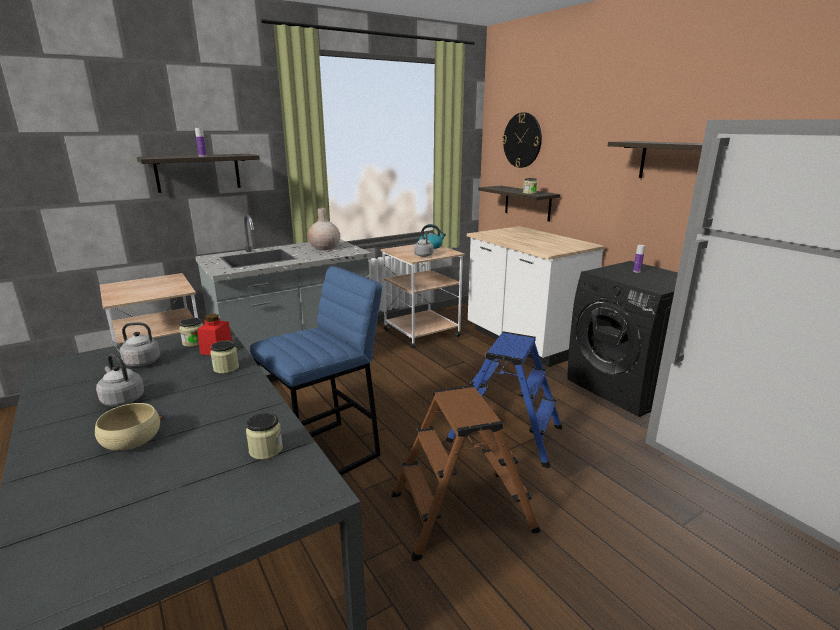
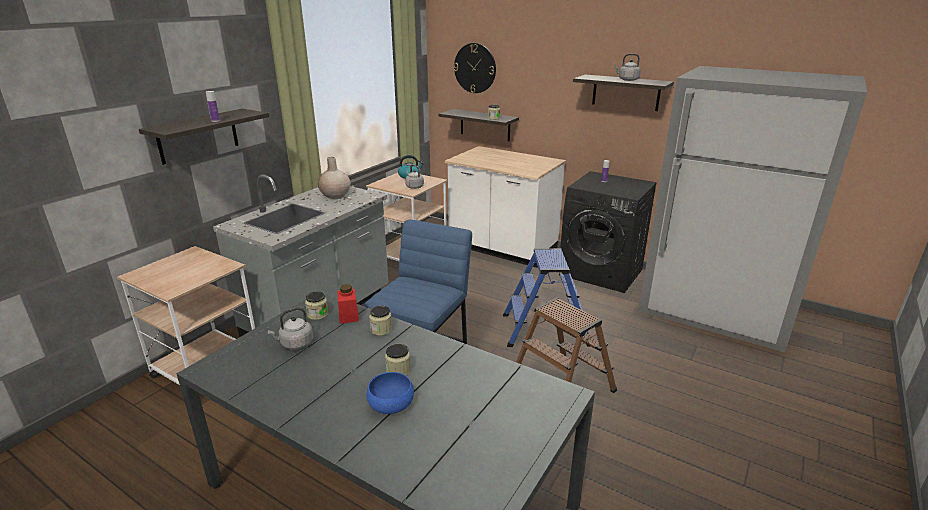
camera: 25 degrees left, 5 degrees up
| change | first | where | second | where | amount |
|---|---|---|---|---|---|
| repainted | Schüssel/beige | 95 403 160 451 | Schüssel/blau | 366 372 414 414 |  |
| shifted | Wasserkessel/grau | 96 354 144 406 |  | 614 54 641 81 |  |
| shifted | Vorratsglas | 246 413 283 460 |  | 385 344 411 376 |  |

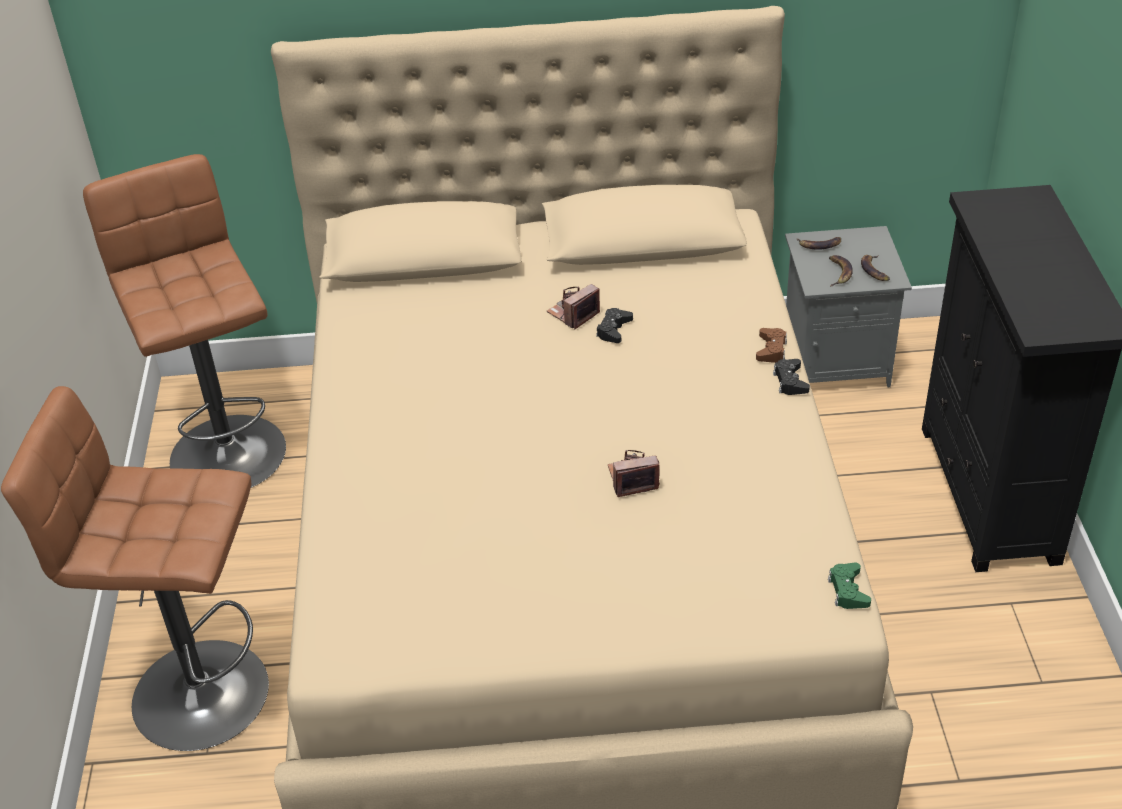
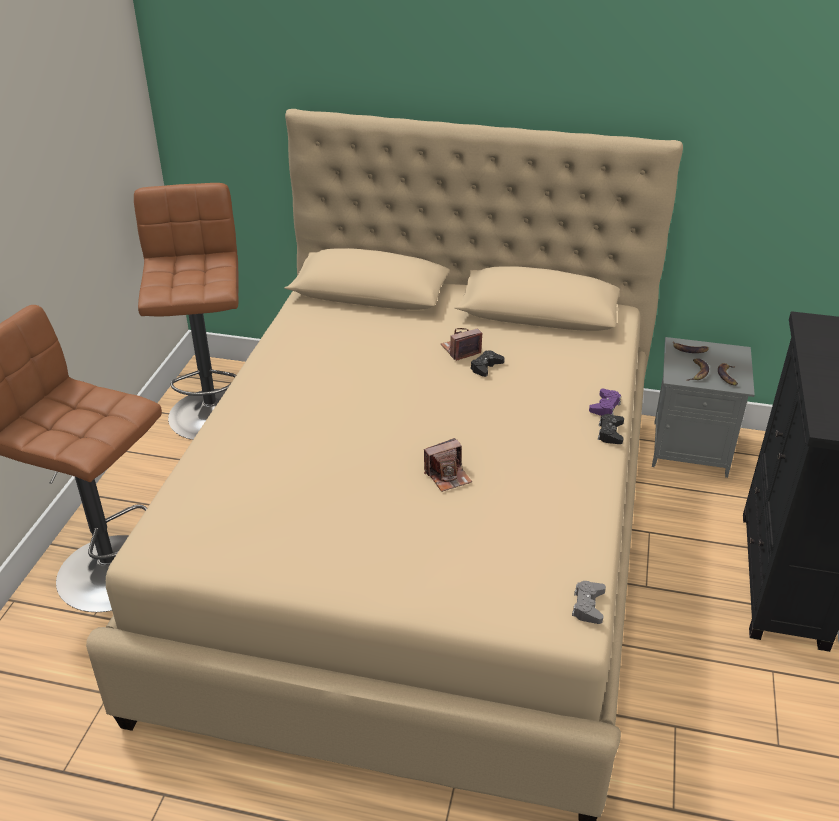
camera: 15 degrees right, 5 degrees down
| change | first | where | second | where | amount |
|---|---|---|---|---|---|
| rotated | Kamera | 608 450 660 497 |  | 424 438 472 492 | 150 degrees clockwise |
| repainted | Gamepad/braun | 756 328 787 363 | Gamepad/lila | 589 389 621 416 |  |
| repainted | Gamepad/grün | 828 563 871 609 | Gamepad/grau | 572 581 606 624 |  |

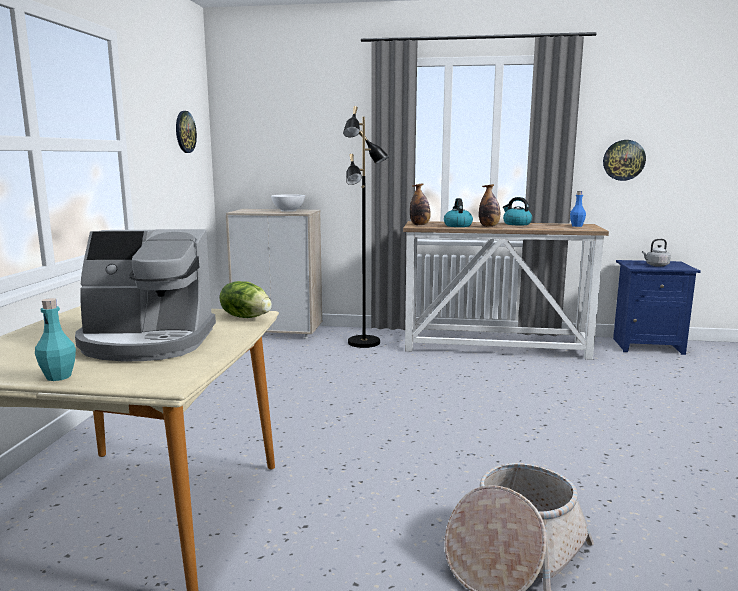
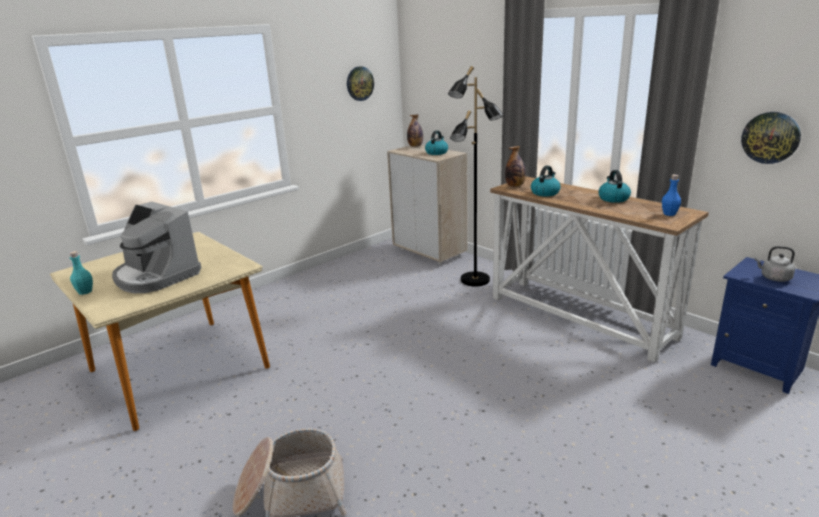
camera: 40 degrees right, 10 degrees up
| change | first | where | second | where | amount |
|---|---|---|---|---|---|
| gone | Salatkopf | 219 281 272 318 |  |  |  |
| swapped | Schüssel/weiß | 271 194 305 212 | Wasserkessel | 425 130 448 155 |  |
| shifted | Flasche | 479 184 500 227 |  | 407 114 423 147 |  |

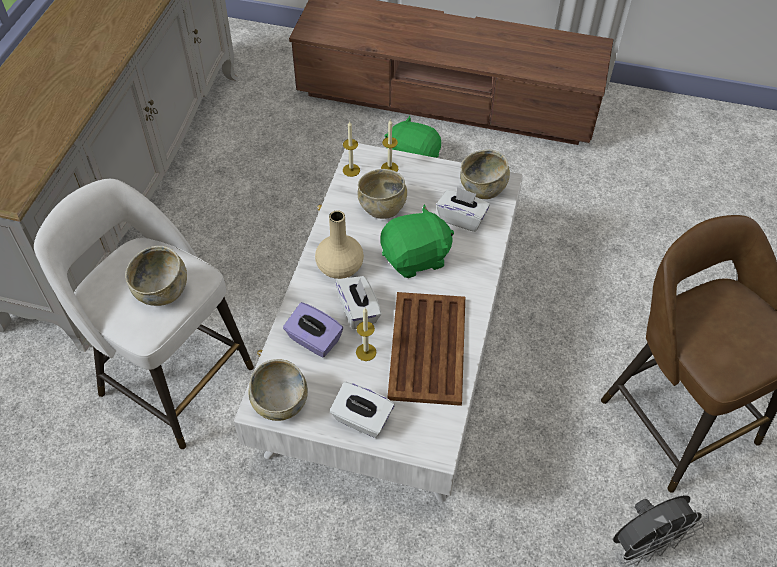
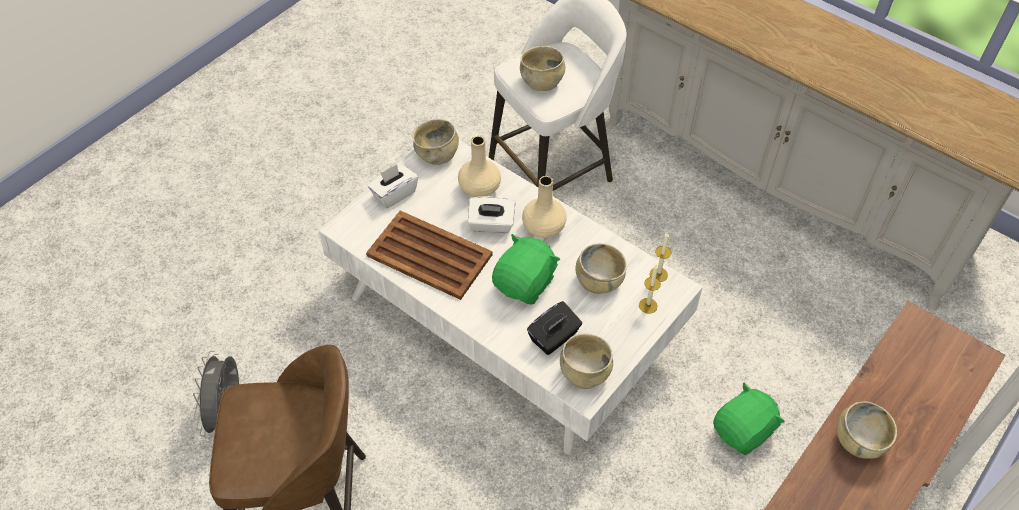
camera: 115 degrees right, 0 degrees up
| change | first | where | second | where | amount |
|---|---|---|---|---|---|
| swapped | Taschentuchbox/lila | 283 302 343 358 | Vase/beige | 458 136 501 197 |  |
| gone | Kerze | 356 308 377 361 |  |  |  |
| rotated | Plüschtier/grün | 380 204 454 278 |  | 492 234 560 305 | 150 degrees counterclockwise |
| repainted | Taschentuchbox/weiß | 436 187 490 232 | Taschentuchbox/schwarz | 527 301 582 355 |  |
| new |  |  | Schüssel/beige | 836 401 897 459 |  |

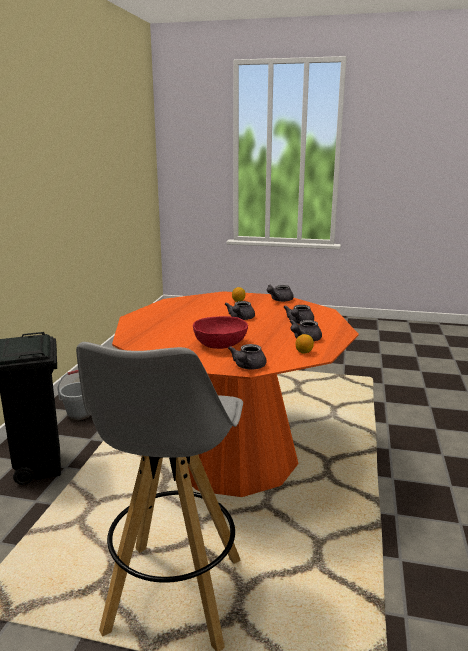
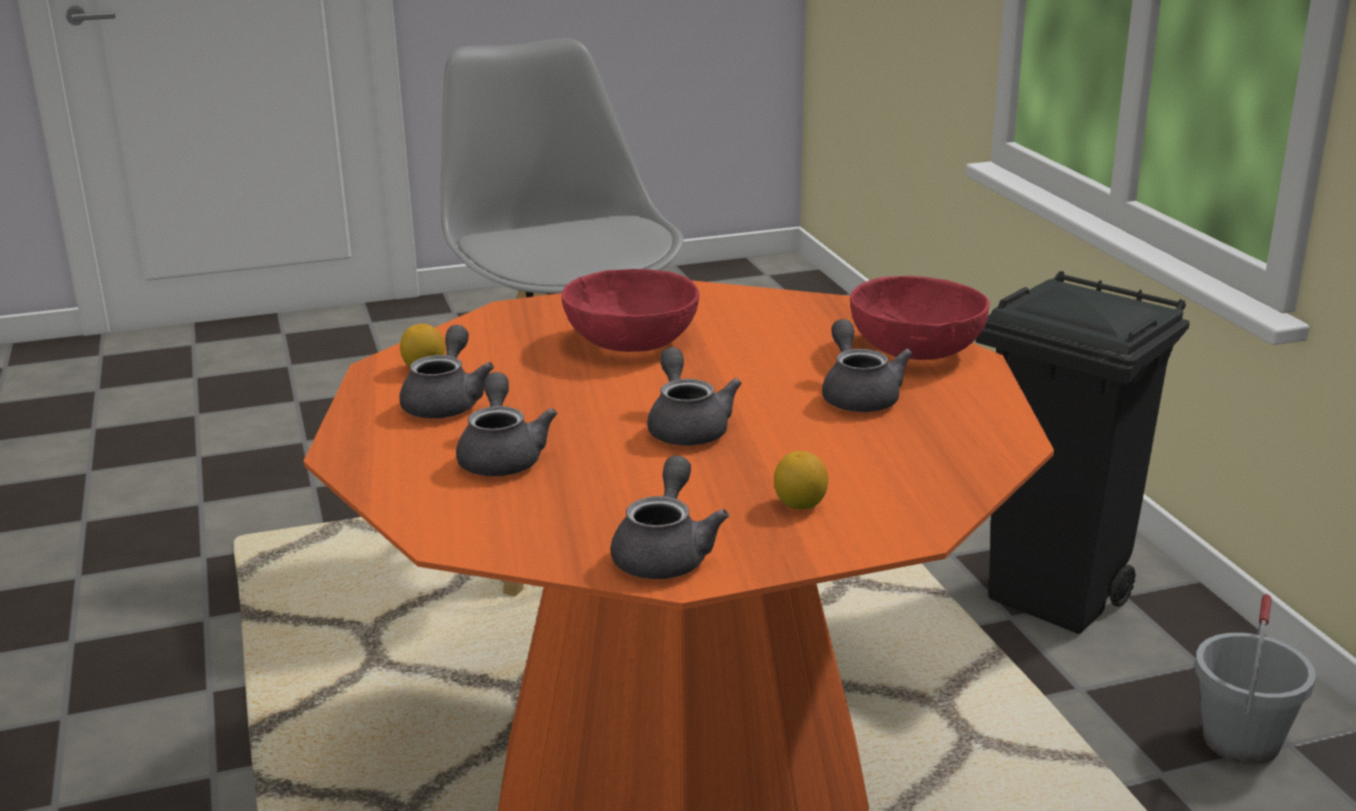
camera: 150 degrees right, 5 degrees up
| change | first | where | second | where | amount |
|---|---|---|---|---|---|
| shifted | Teekanne/grau | 228 344 267 370 |  | 822 319 913 412 |  |
| new |  |  | Schüssel/rot | 850 276 990 360 |  |

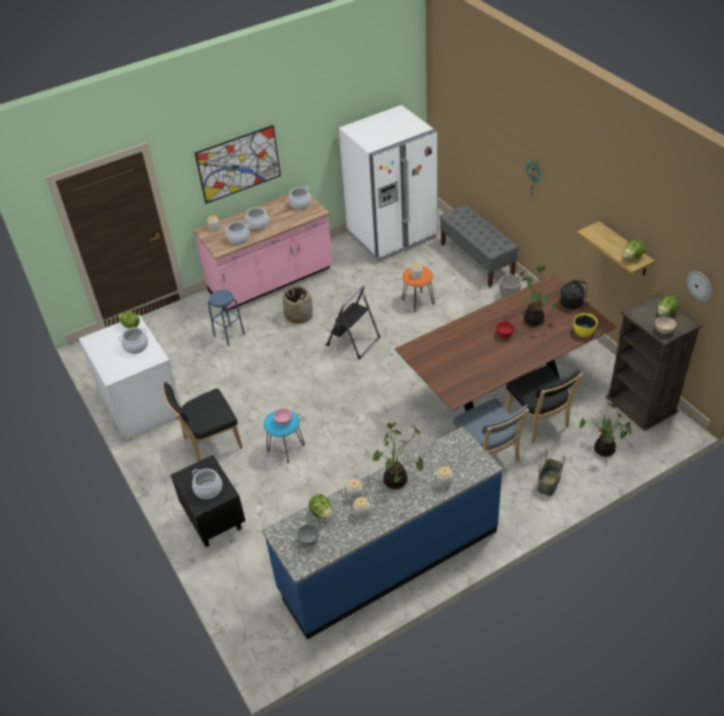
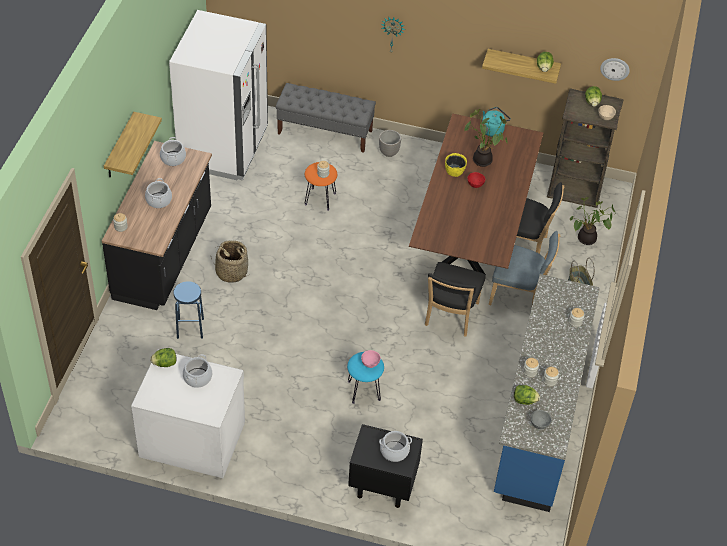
camera: 50 degrees left, 5 degrees up
| change | first | where | second | where | amount |
|---|---|---|---|---|---|
| shifted | Stuhl/schwarz | 162 382 243 462 |  | 425 262 486 336 |  |
| repainted | Küchenzeile/rosa | 193 194 333 312 | Küchenzeile/schwarz | 102 141 212 310 |  |
| swapped | Bild | 195 125 281 204 | Wandregal | 104 112 162 177 |  |
| gone | Kochtopf | 224 221 250 244 |  |  |  |
| gone | Trittleiter/schwarz | 326 286 381 360 |  |  |  |
| gone | Topfpflanze | 372 422 423 489 |  |  |  |
| repainted | Wasserkessel/schwarz | 559 280 587 309 | Wasserkessel/türkis | 482 107 511 137 |  |
| shifted | Schüssel/gelb | 573 313 598 337 |  | 445 153 467 177 |  |

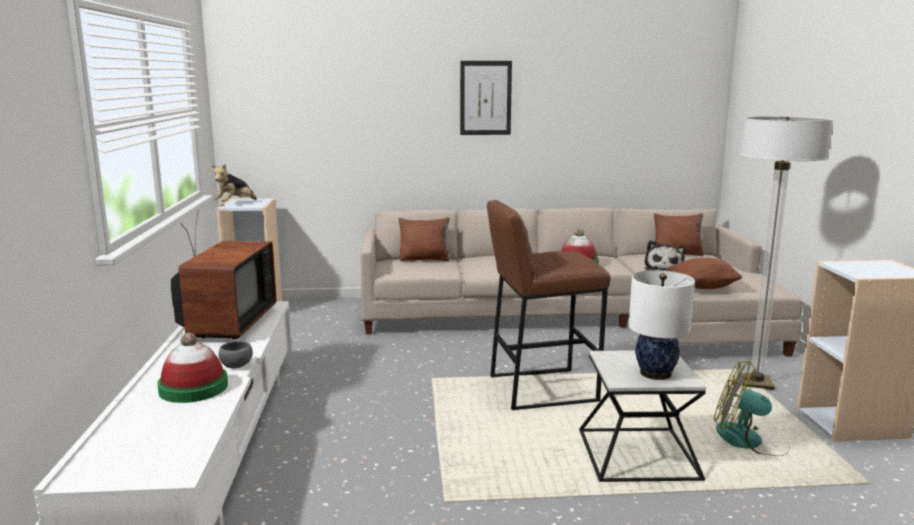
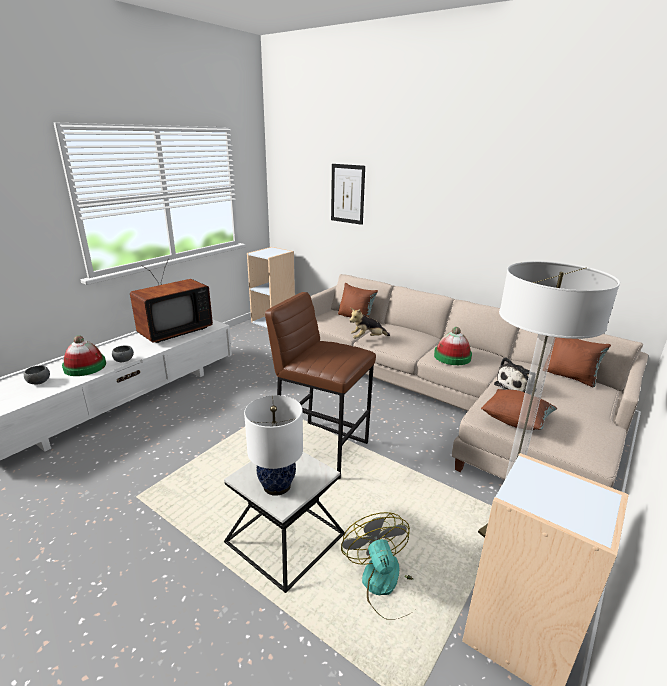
camera: 40 degrees right, 10 degrees up
| change | first | where | second | where | amount |
|---|---|---|---|---|---|
| shifted | Plüschtier | 212 163 257 202 |  | 349 308 390 339 |  |
| shifted | Bild | 460 61 512 135 |  | 331 164 365 225 |  |
| new |  |  | Schüssel/grau | 24 365 50 385 |  |

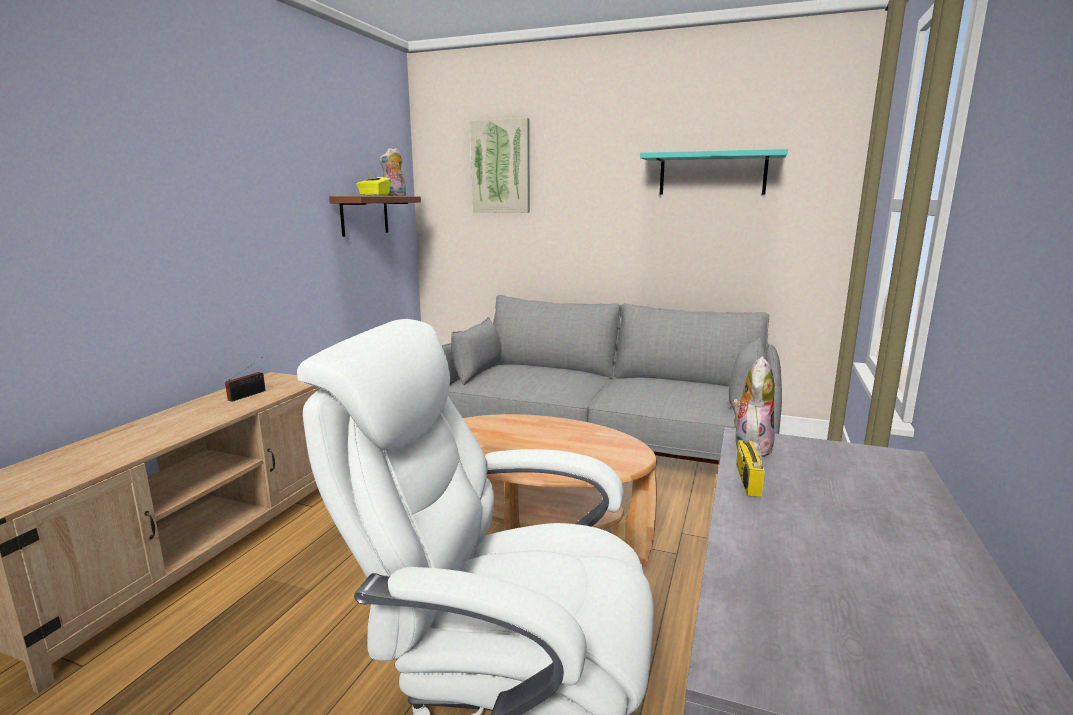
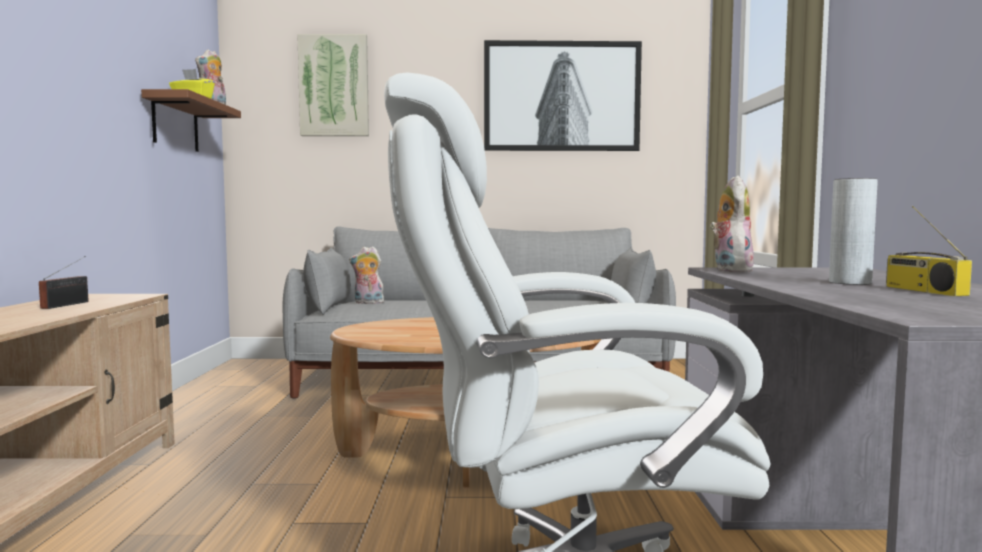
camera: 20 degrees left, 10 degrees down
| change | first | where | second | where | amount |
|---|---|---|---|---|---|
| swapped | Wandregal/türkis | 640 149 788 195 | Bild | 484 40 642 151 |  |
| shifted | Radio | 736 406 765 497 |  | 886 206 972 296 |  |
| new |  |  | Plüschtier | 349 246 384 304 |  |
| new |  |  | Vase/grau | 829 178 878 285 |  |

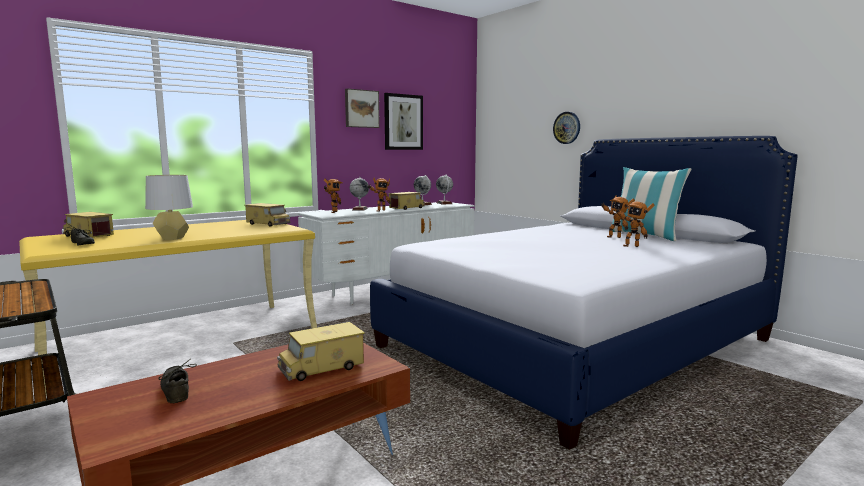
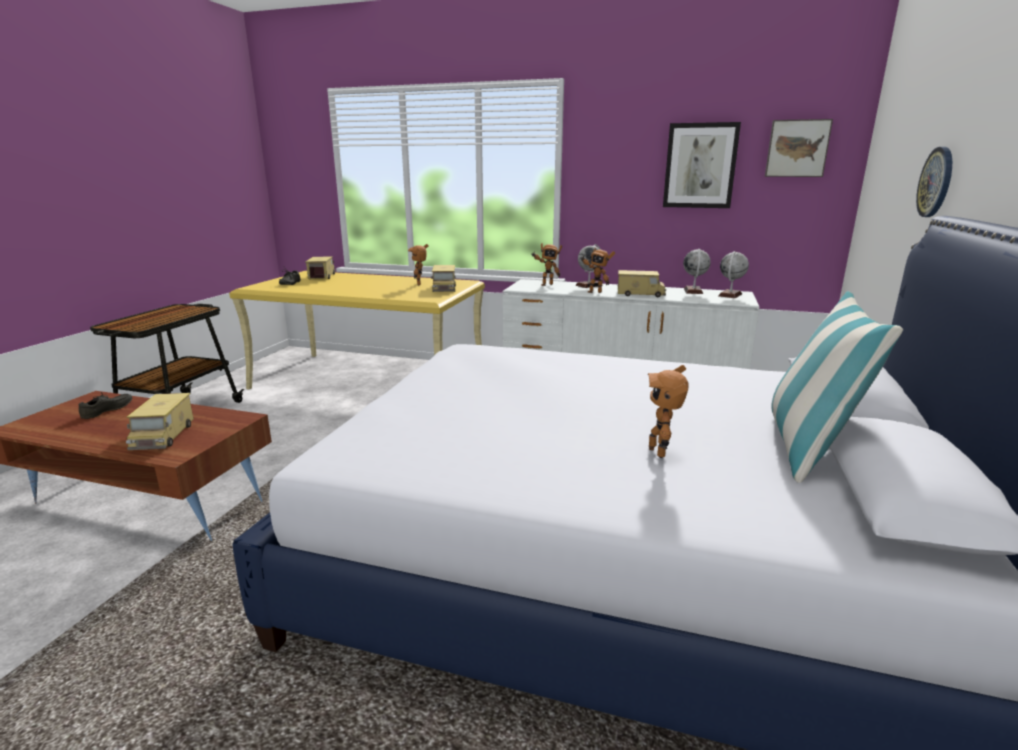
camera: 55 degrees right, 10 degrees up
| change | first | where | second | where | amount |
|---|---|---|---|---|---|
| gone | Tischlampe/grau | 145 175 193 240 |  |  |  |
| rotated | Spielzeuglaster | 277 322 365 381 |  | 126 393 194 450 | 120 degrees counterclockwise |
| shifted | Bild | 345 88 380 128 |  | 765 119 833 177 |  |
| shifted | Spielzeugroboter | 600 195 635 238 |  | 408 244 429 285 |  |

